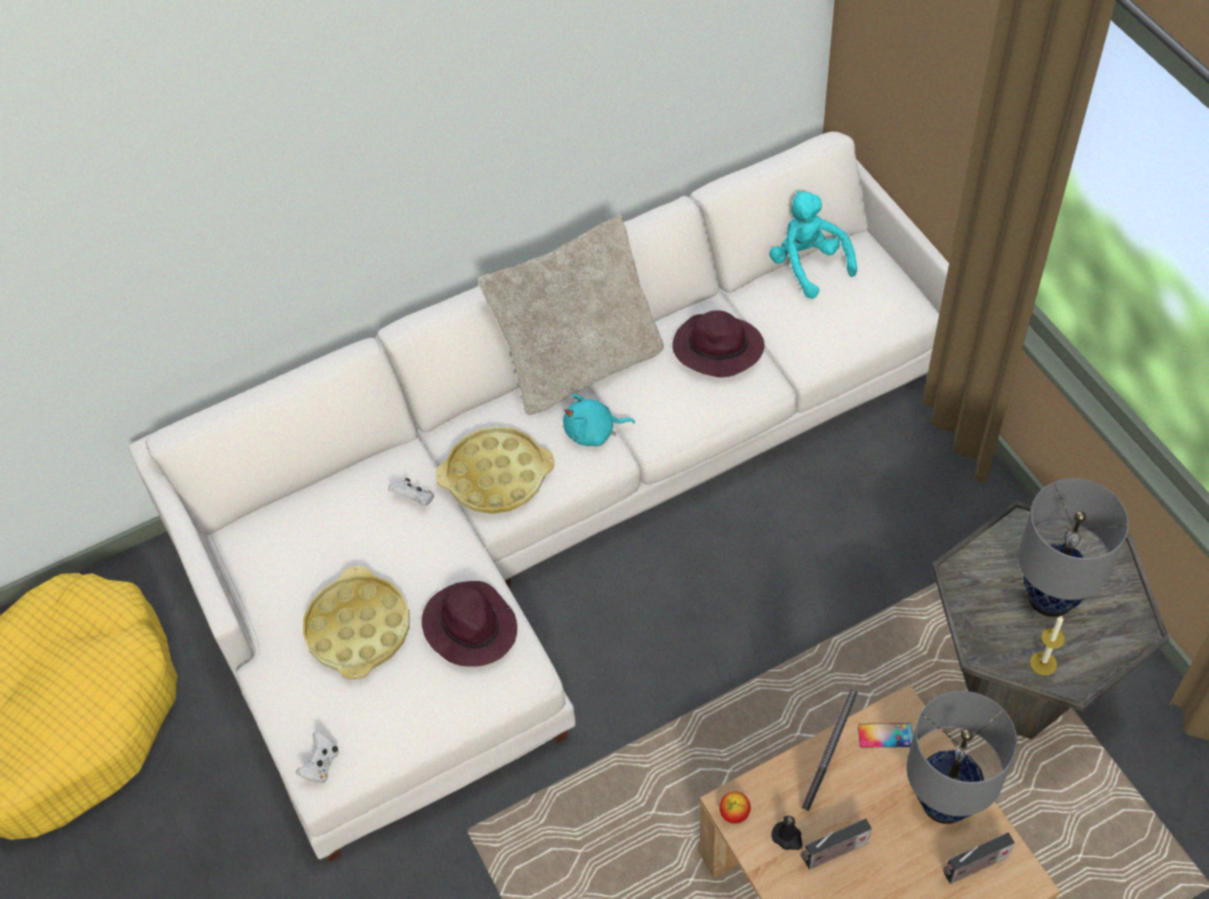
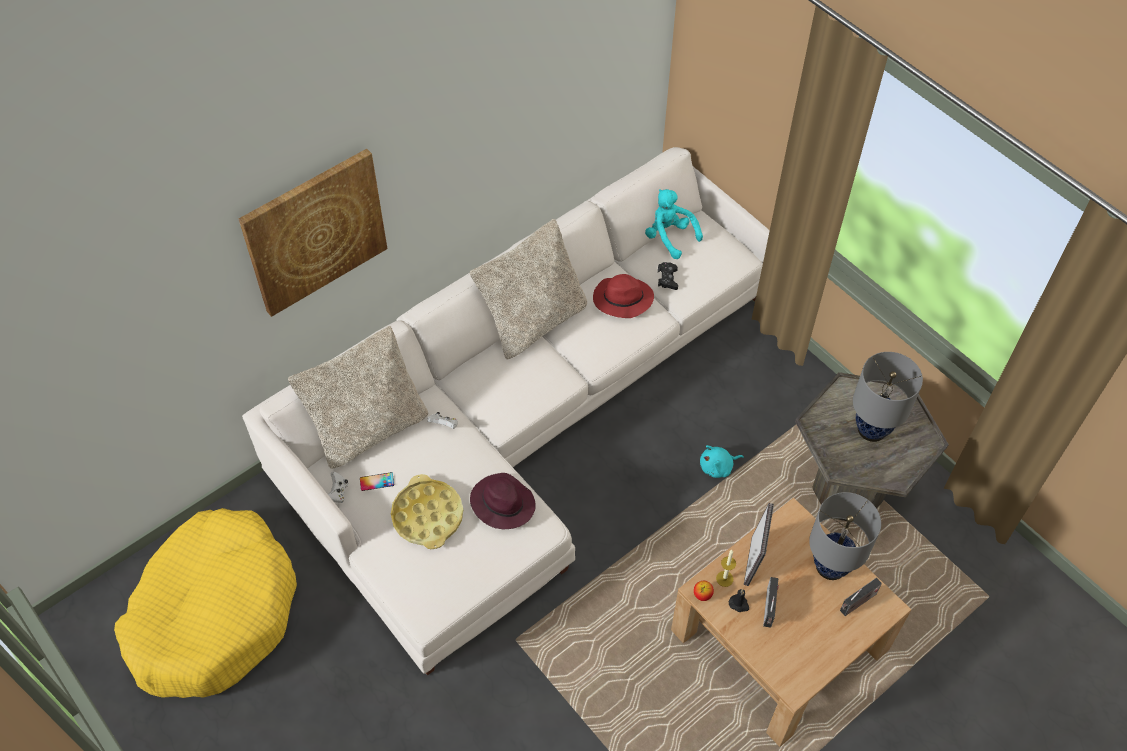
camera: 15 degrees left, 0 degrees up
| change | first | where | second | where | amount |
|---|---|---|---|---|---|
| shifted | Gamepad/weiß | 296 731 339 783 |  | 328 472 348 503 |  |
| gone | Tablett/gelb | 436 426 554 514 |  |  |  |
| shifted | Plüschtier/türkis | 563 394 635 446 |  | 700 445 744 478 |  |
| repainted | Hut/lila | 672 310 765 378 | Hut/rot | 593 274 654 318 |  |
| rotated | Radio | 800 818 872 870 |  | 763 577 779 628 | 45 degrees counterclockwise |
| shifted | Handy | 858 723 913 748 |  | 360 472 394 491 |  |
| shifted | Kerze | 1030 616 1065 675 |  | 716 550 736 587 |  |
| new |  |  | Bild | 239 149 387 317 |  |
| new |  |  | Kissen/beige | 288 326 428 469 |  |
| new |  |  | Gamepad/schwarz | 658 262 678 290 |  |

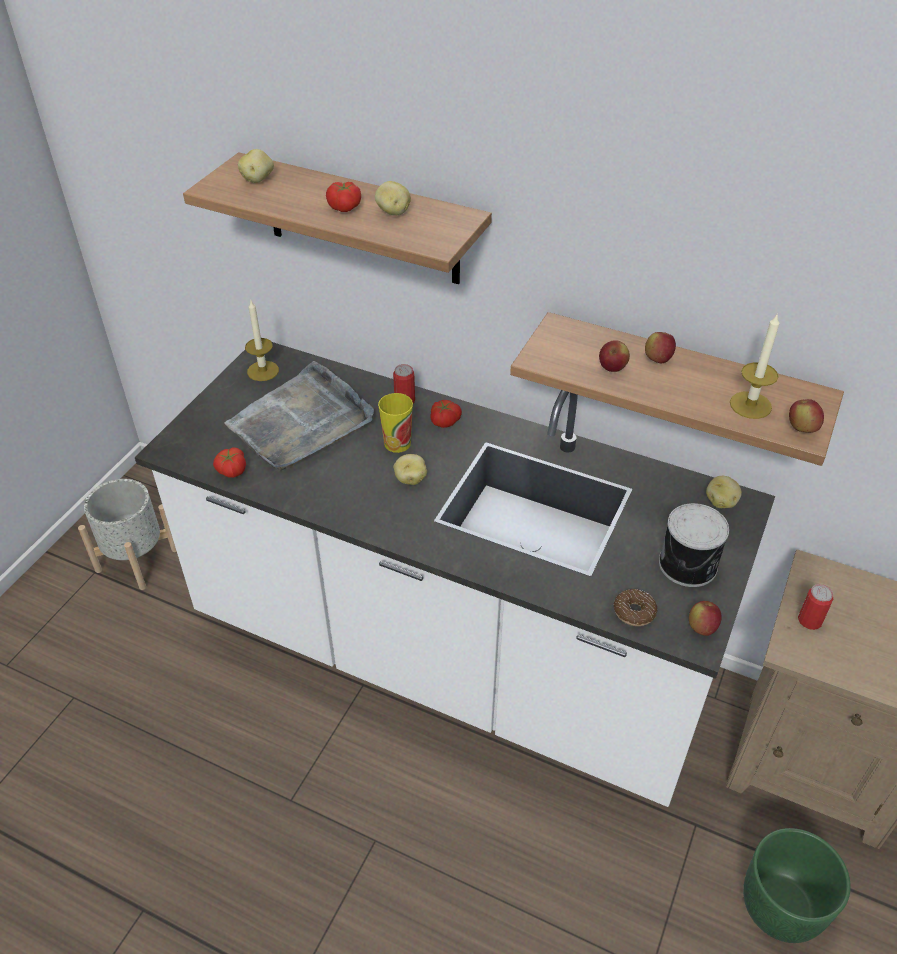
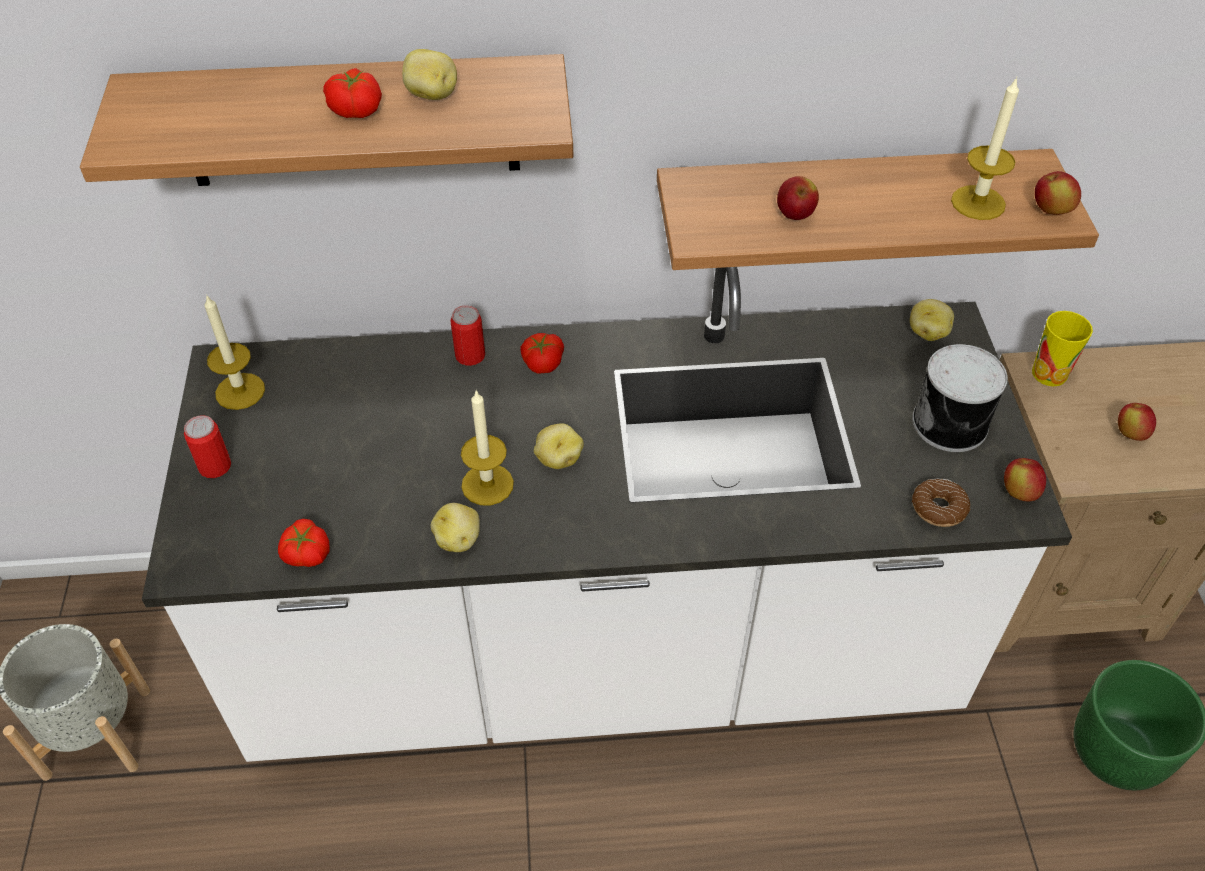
camera: 30 degrees left, 5 degrees up
| change | first | where | second | where | amount |
|---|---|---|---|---|---|
| gone | Tablett/grau | 224 361 374 471 |  |  |  |
| shifted | Kartoffel | 238 149 274 183 |  | 431 503 480 552 |  |
| shifted | Tasse | 378 393 413 453 |  | 1032 311 1093 386 |  |
| shifted | Apfel | 645 332 676 363 |  | 1118 403 1156 441 |  |
| shifted | Dose | 798 584 833 630 |  | 184 415 231 478 |  |
| new |  |  | Kerze | 461 390 514 506 |  |

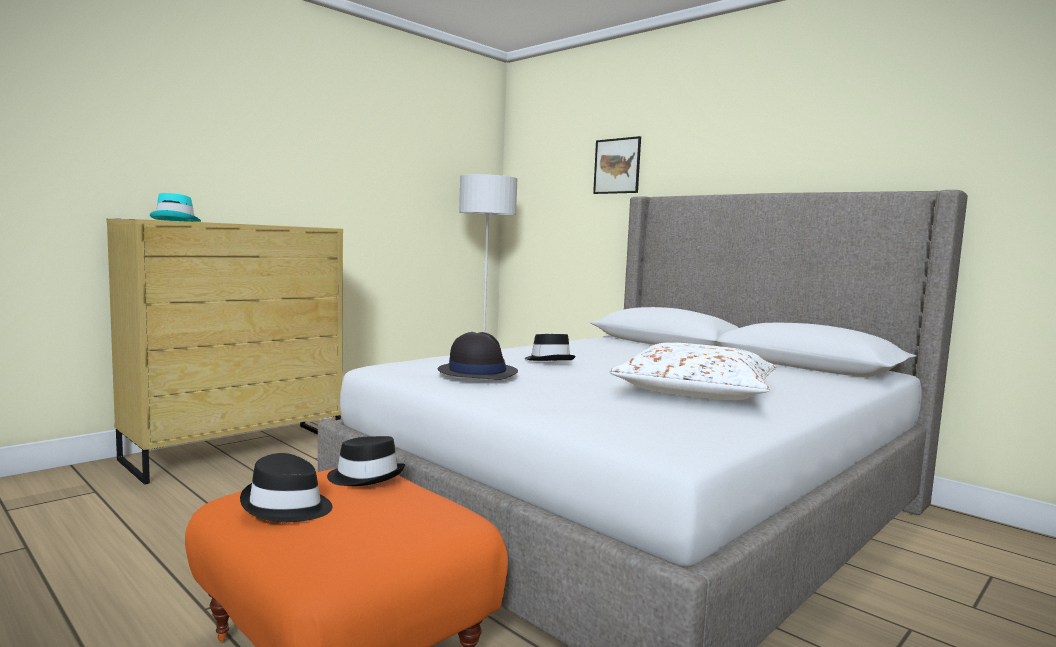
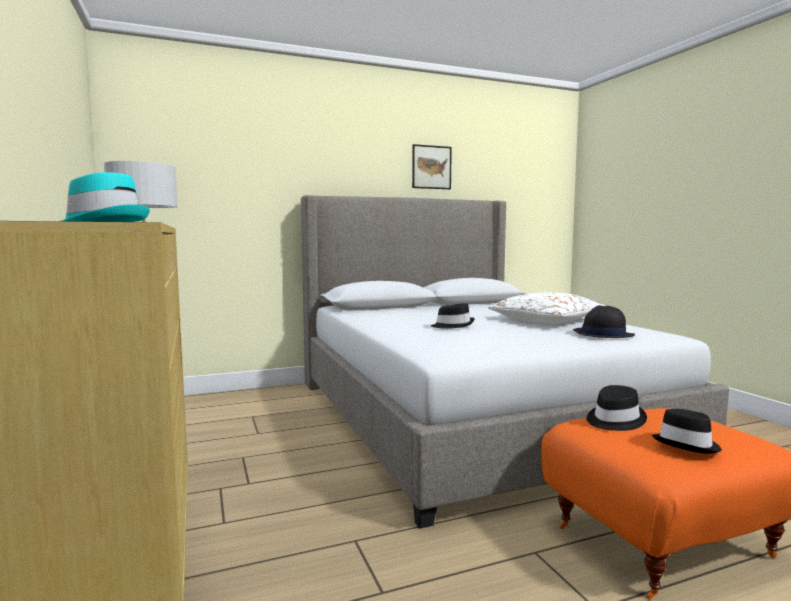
camera: 65 degrees left, 0 degrees up
| change | first | where | second | where | amount |
|---|---|---|---|---|---|
| shifted | Hut/schwarz | 438 332 518 380 |  | 572 305 635 338 |  |
| shifted | Bild | 593 136 641 194 |  | 412 144 452 189 |  |

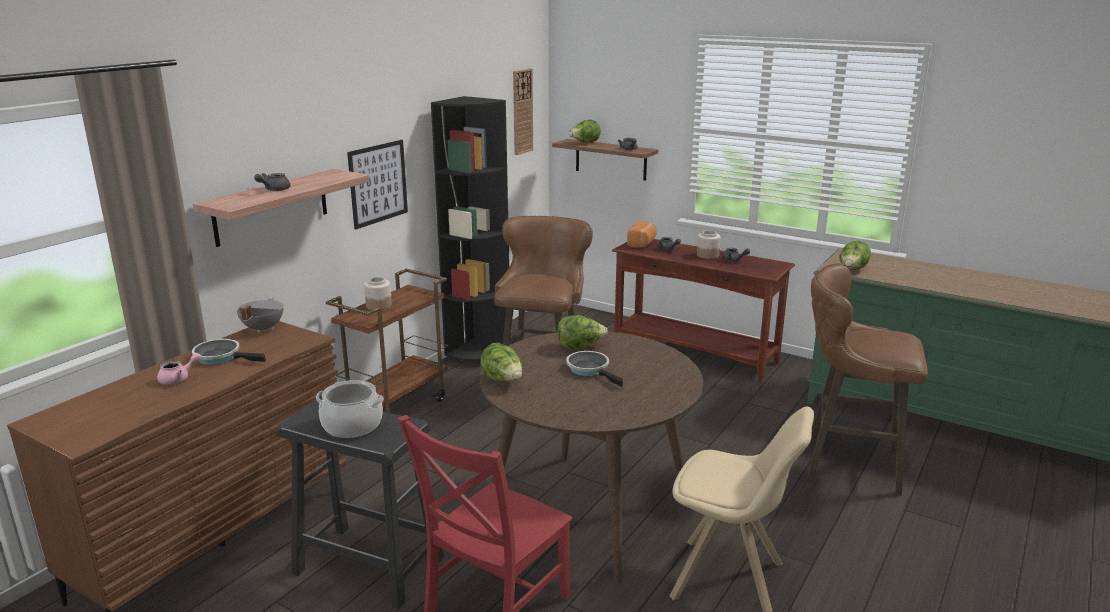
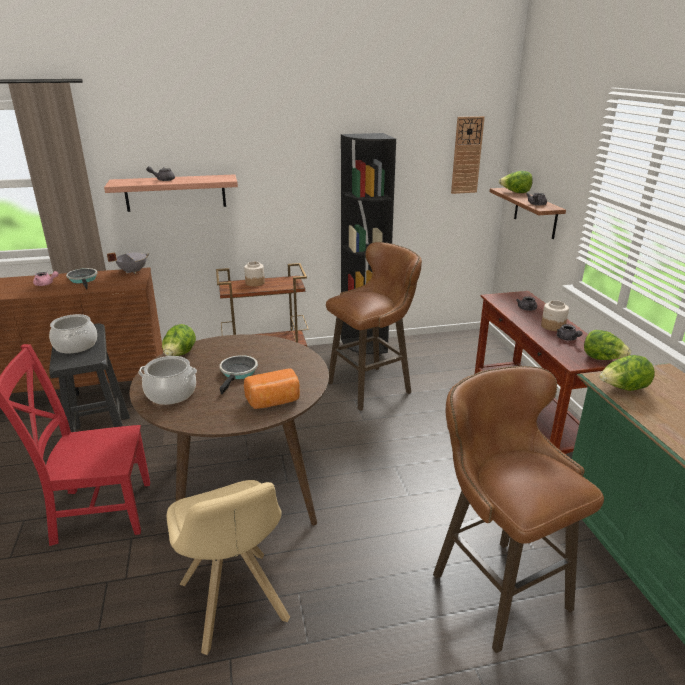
camera: 45 degrees right, 5 degrees up
| change | first | where | second | where | amount |
|---|---|---|---|---|---|
| gone | Bild | 347 140 408 229 |  |  |  |
| shifted | Salatkopf | 557 315 608 350 |  | 584 330 631 360 |  |
| shifted | Brot | 627 221 657 248 |  | 244 369 300 409 |  |
| new |  |  | Kochtopf | 138 356 197 405 |  |

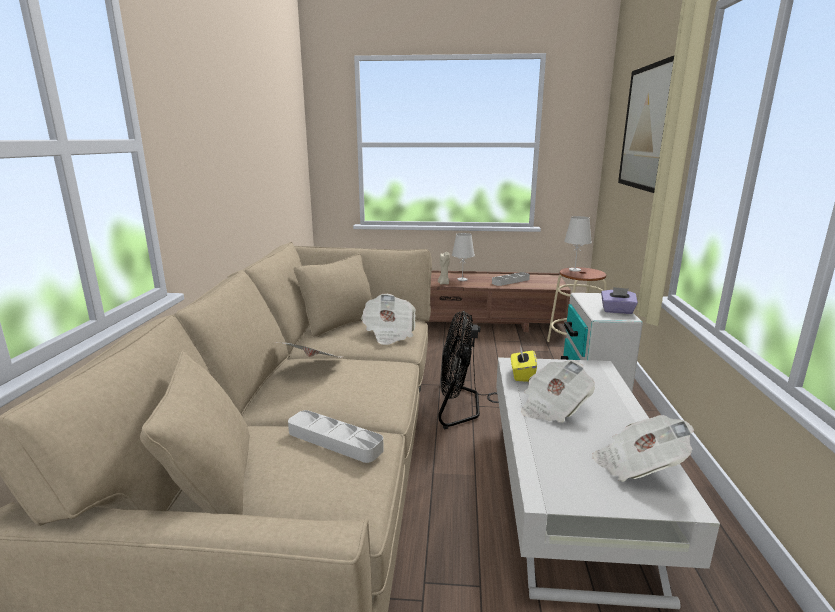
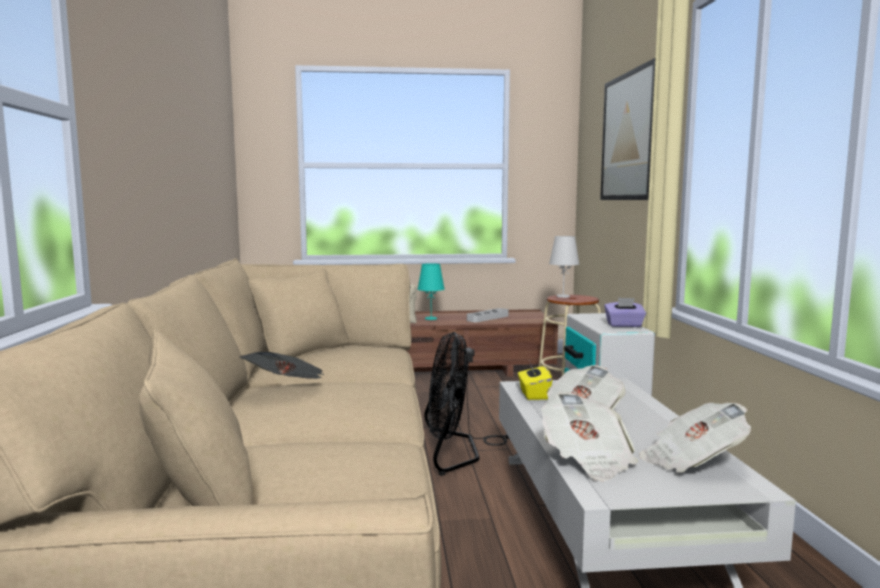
camera: 10 degrees left, 10 degrees down
| change | first | where | second | where | amount |
|---|---|---|---|---|---|
| gone | Tablett/grau | 288 410 384 463 |  |  |  |
| shifted | Zeitung | 361 294 416 345 |  | 541 392 638 482 |  |
| repainted | Tischlampe/weiß | 452 233 475 281 | Tischlampe/türkis | 418 263 445 320 |  |

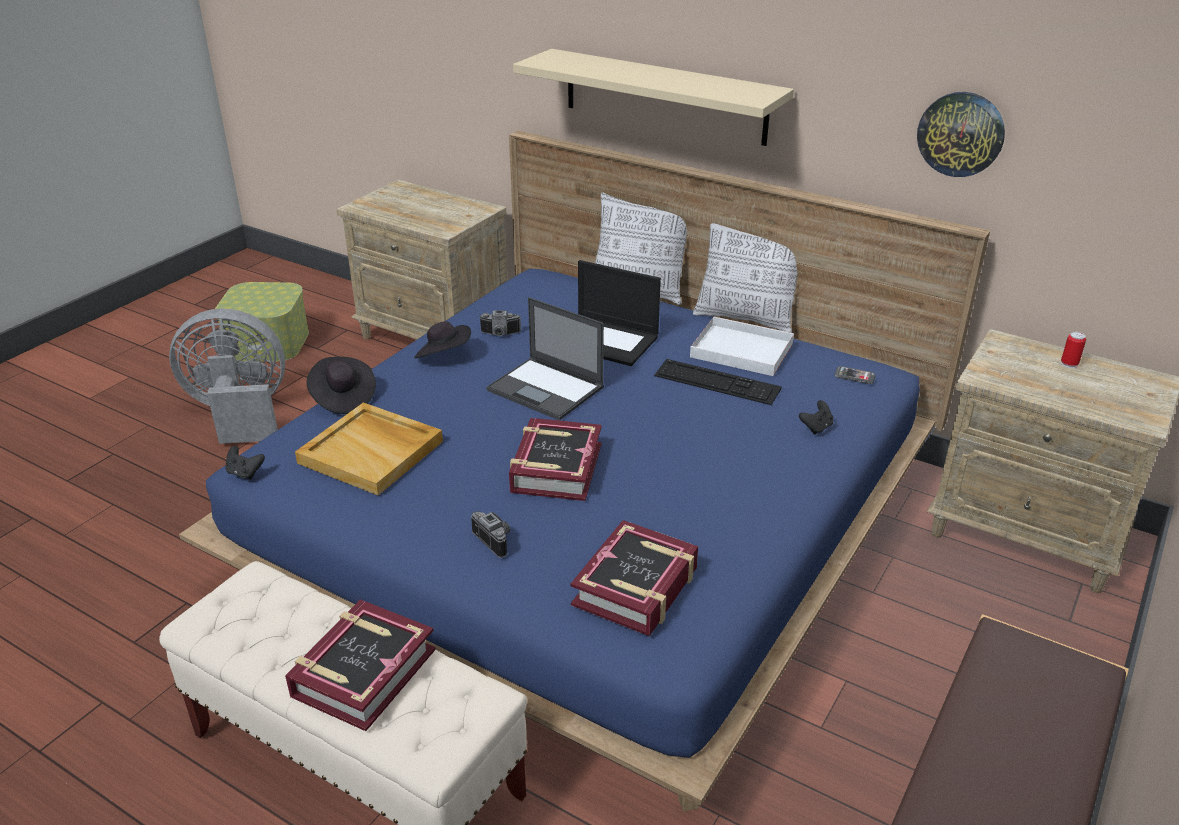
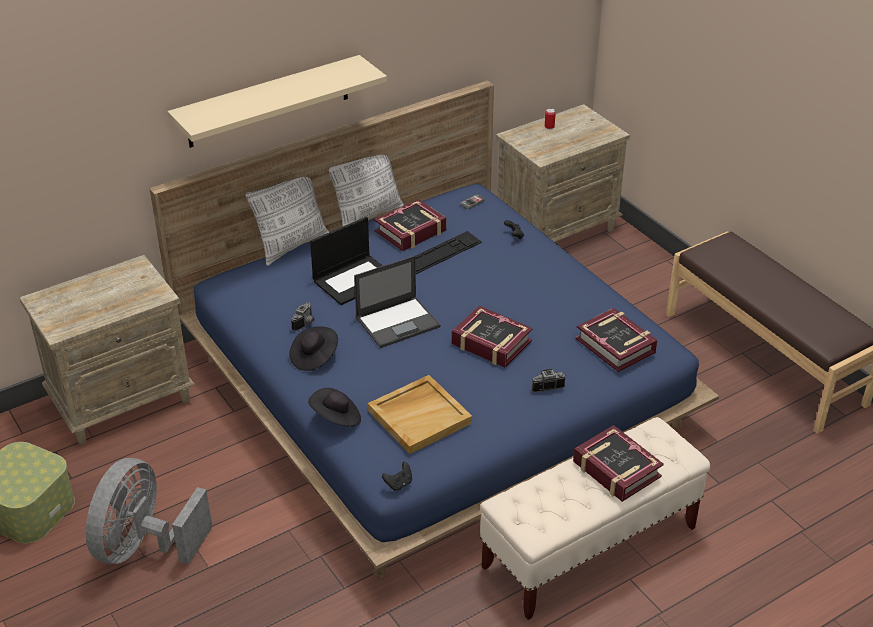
camera: 65 degrees left, 5 degrees up
| change | first | where | second | where | amount |
|---|---|---|---|---|---|
| swapped | Tablett/weiß | 690 317 794 376 | Buch | 374 199 447 251 |  |
| gone | Wanduhr | 917 92 1005 177 |  |  |  |

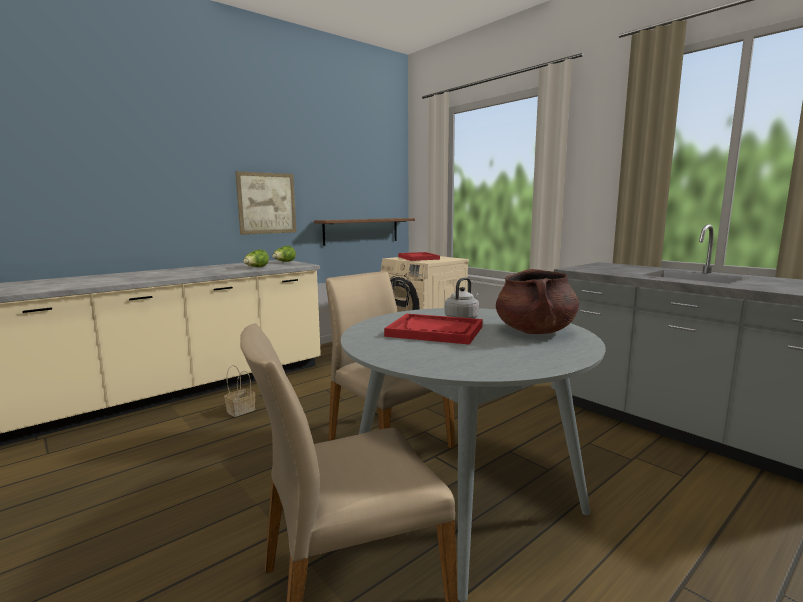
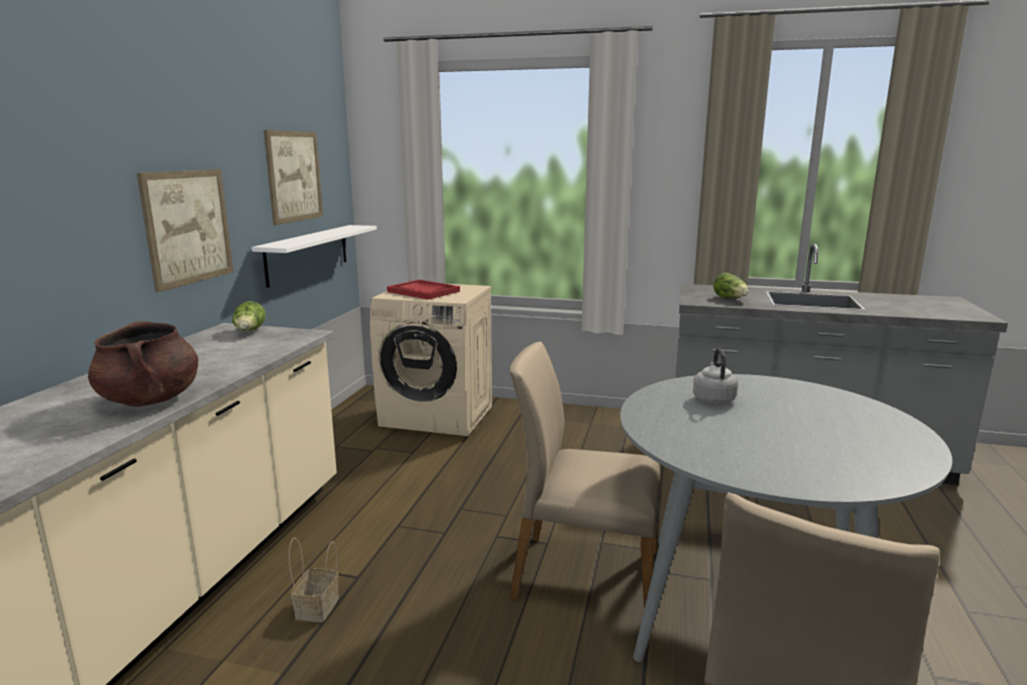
camera: 35 degrees left, 5 degrees up
| change | first | where | second | where | amount |
|---|---|---|---|---|---|
| shifted | Salatkopf | 244 249 269 267 |  | 713 273 749 298 |  |
| repainted | Wandregal/braun | 314 218 415 246 | Wandregal/weiß | 252 225 377 288 |  |
| gone | Tablett/rot | 384 314 483 345 |  |  |  |
| shifted | Kochtopf/braun | 496 269 579 334 |  | 88 321 198 407 |  |
| new |  |  | Bild | 263 130 323 225 |  |

